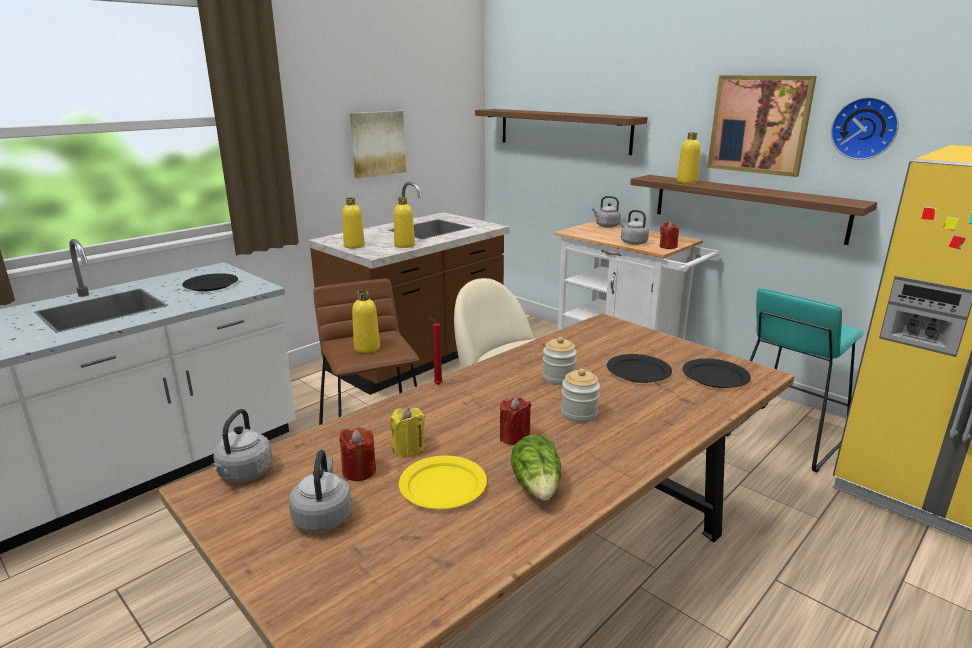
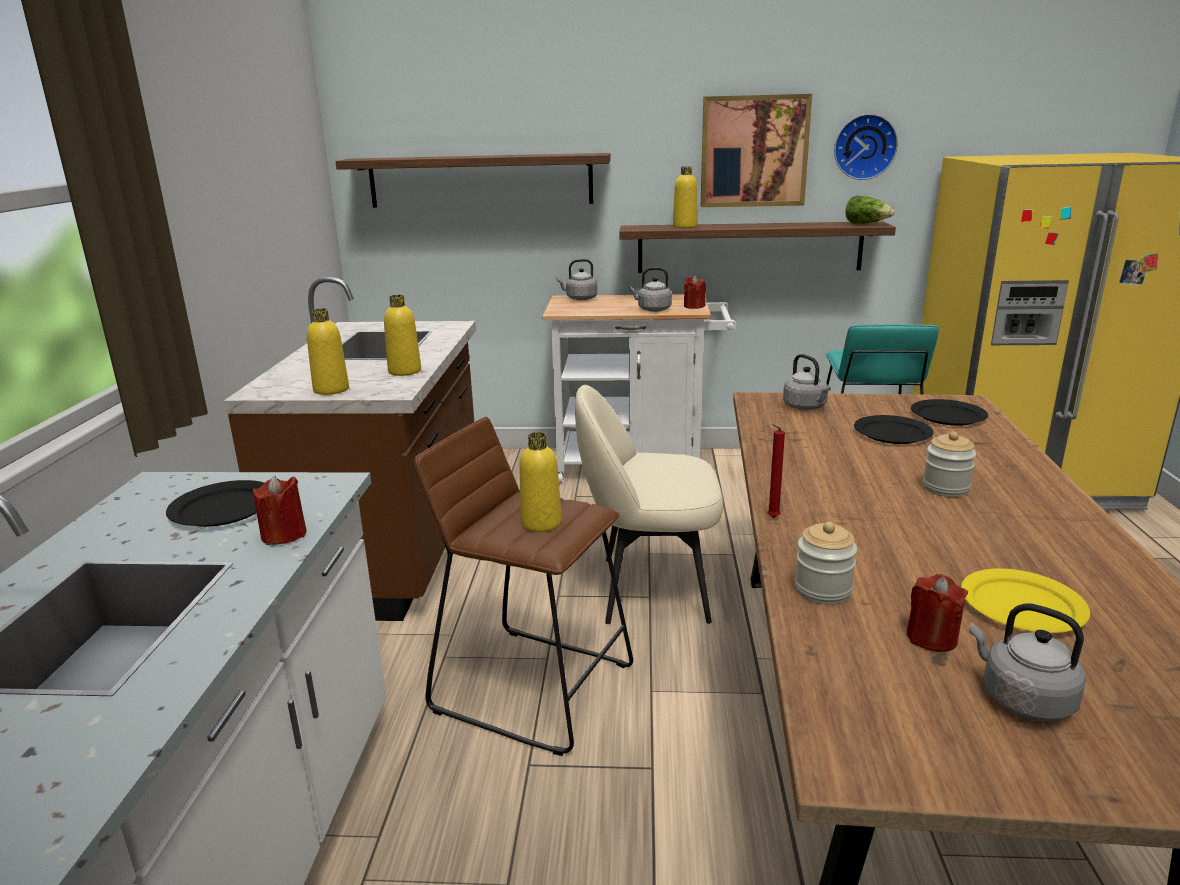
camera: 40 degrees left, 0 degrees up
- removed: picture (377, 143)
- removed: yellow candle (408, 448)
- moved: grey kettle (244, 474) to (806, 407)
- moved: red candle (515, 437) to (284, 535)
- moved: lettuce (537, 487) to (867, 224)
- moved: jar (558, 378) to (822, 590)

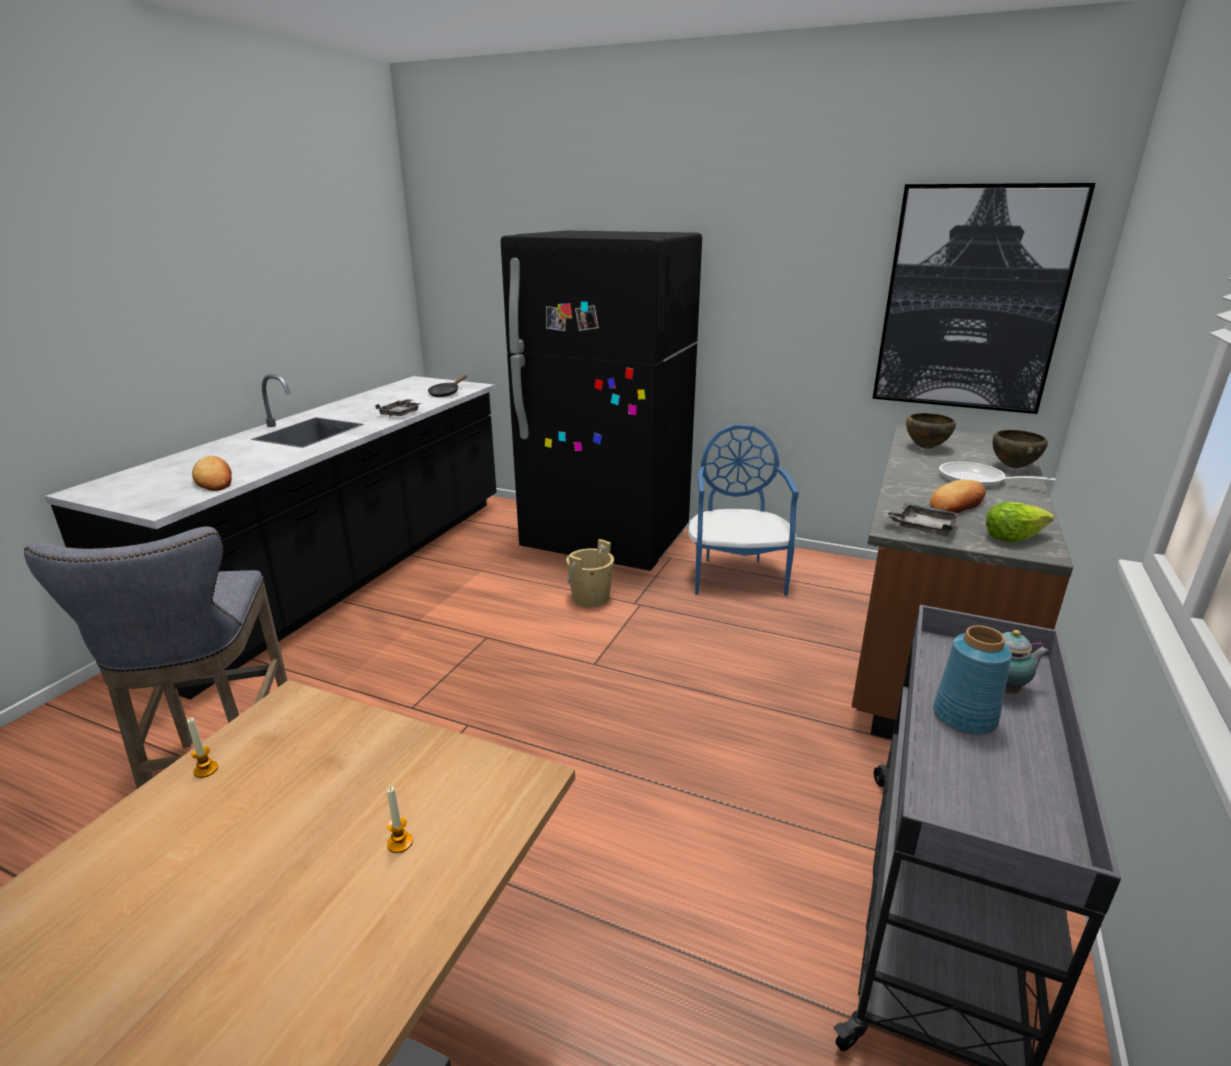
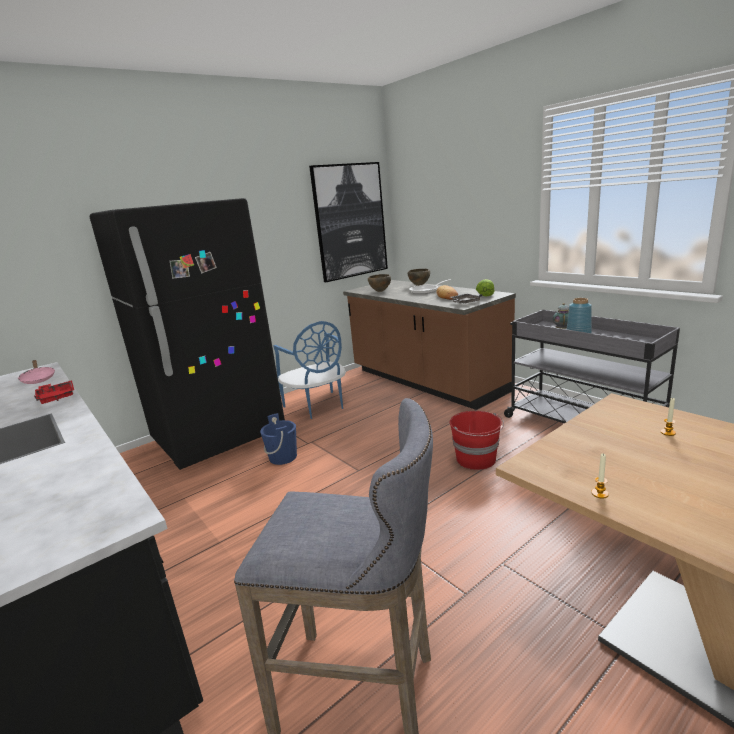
camera: 60 degrees left, 5 degrees down
- removed: bread (215, 479)
- added: red bucket (476, 459)
- recoloured: grey tray (401, 413) to red tray (56, 397)
- recoloured: black frying pan (446, 393) to pink frying pan (38, 379)
- recoloured: beige bucket (590, 598) to blue bucket (283, 457)
- turned: blue chair (736, 576) = (317, 406) 150 degrees counterclockwise

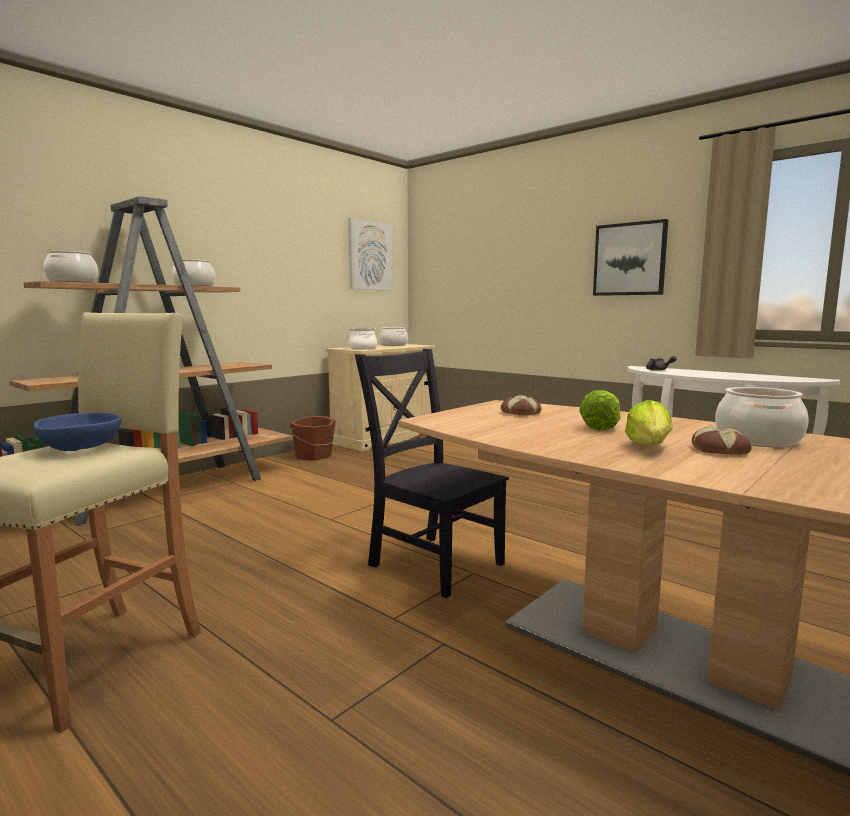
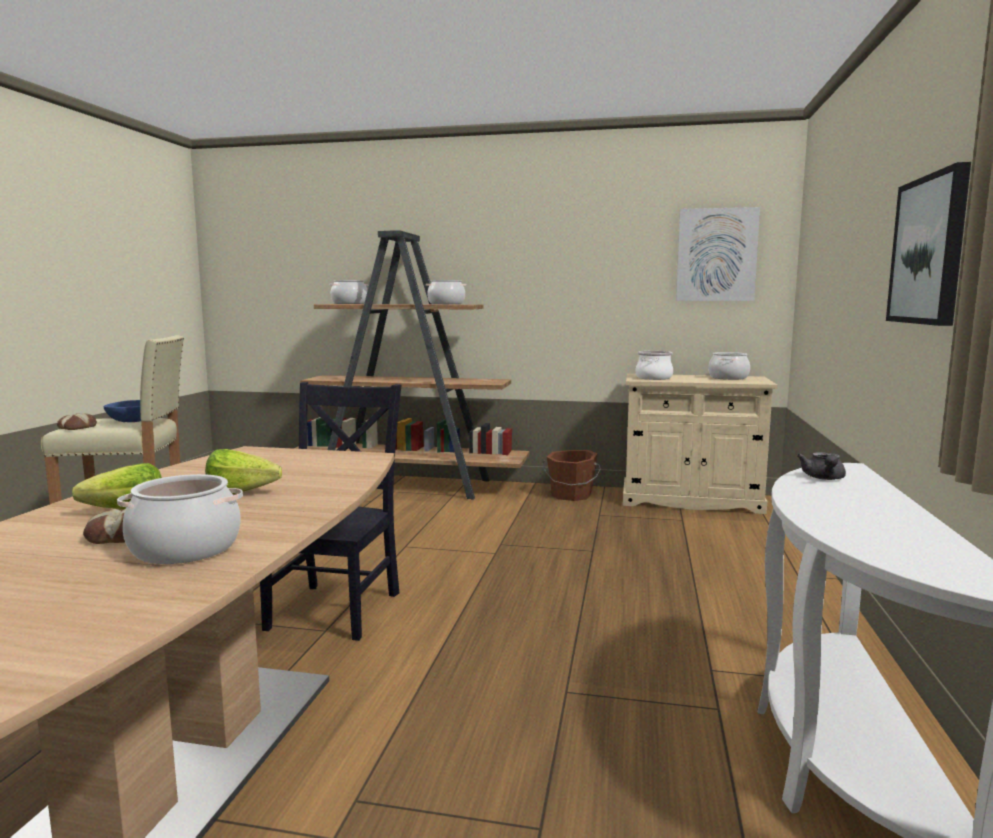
camera: 60 degrees right, 0 degrees up
- moved: bread (520, 413) to (77, 427)

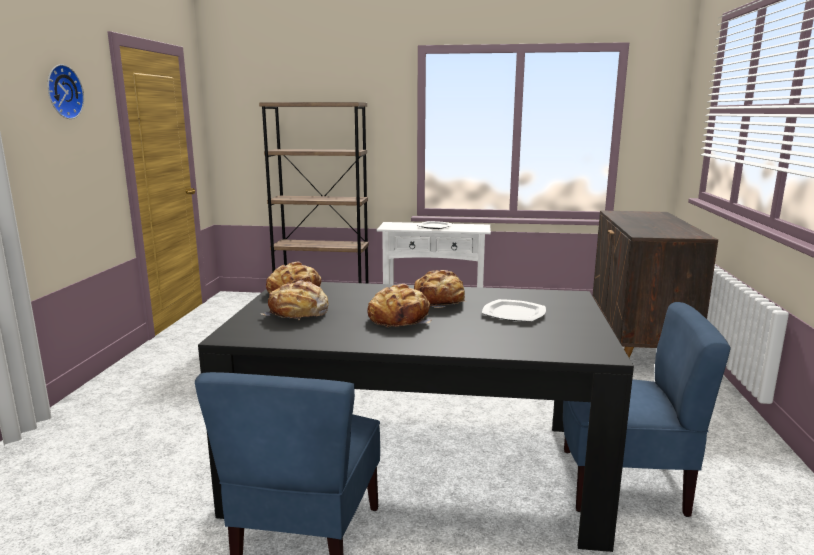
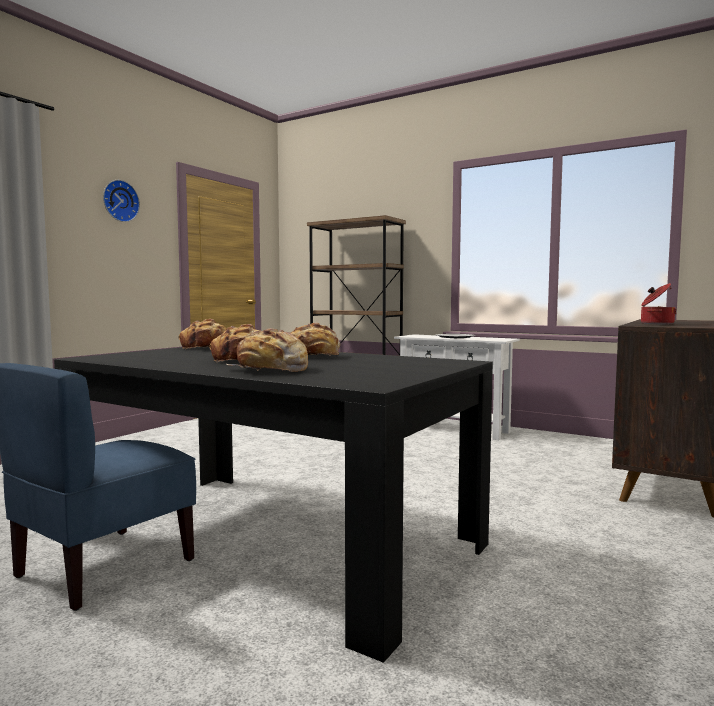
camera: 25 degrees right, 10 degrees down
- removed: plate (514, 313)
- removed: blue chair (622, 483)
- added: cooking pot (656, 323)
- moved: bread (298, 313) to (272, 370)

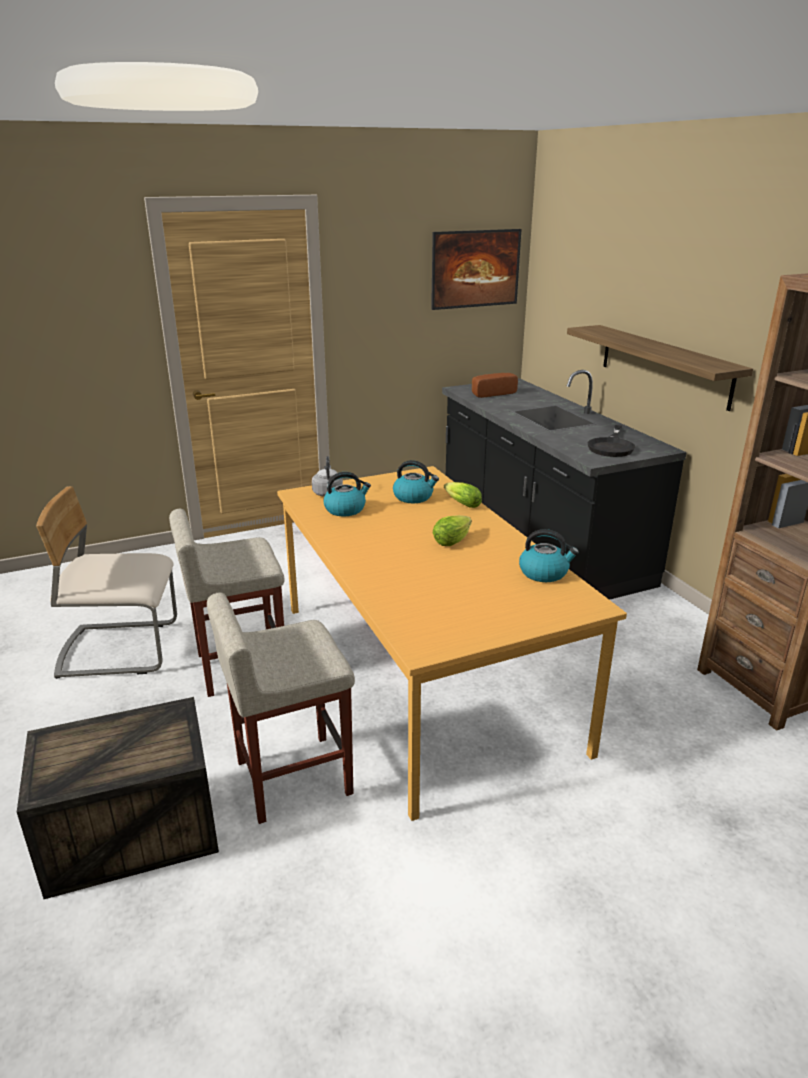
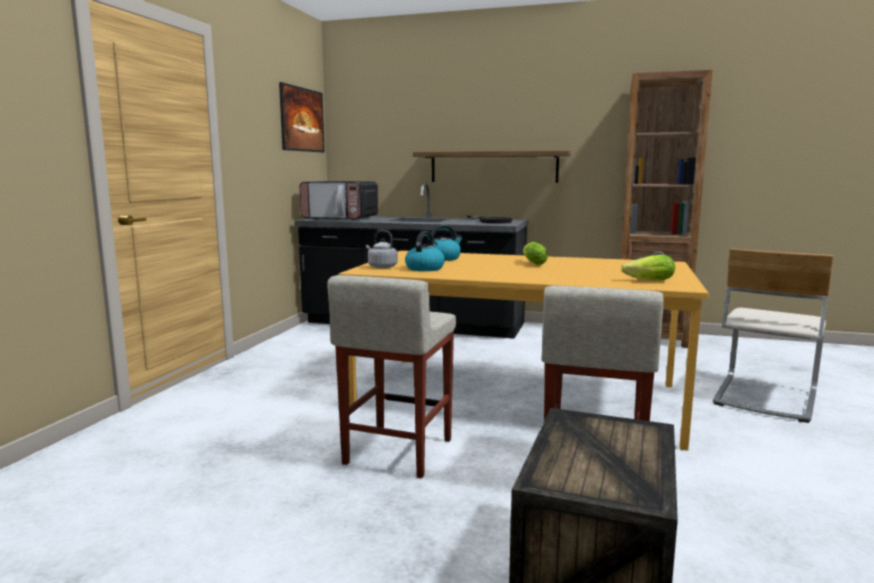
camera: 50 degrees left, 15 degrees down
- removed: kettle (544, 573)
- moved: beige chair (120, 649) to (764, 397)
- moved: lettuce (460, 503) to (646, 281)
- replaced: bread (491, 393) to microwave (341, 218)

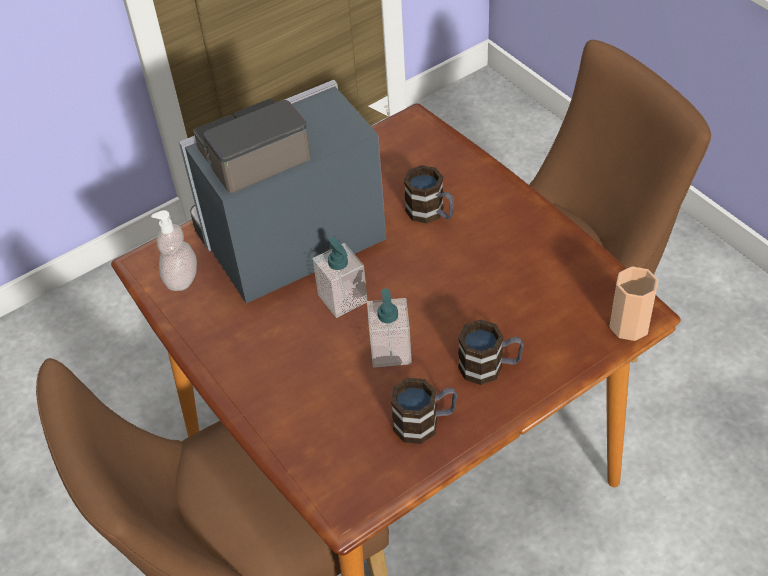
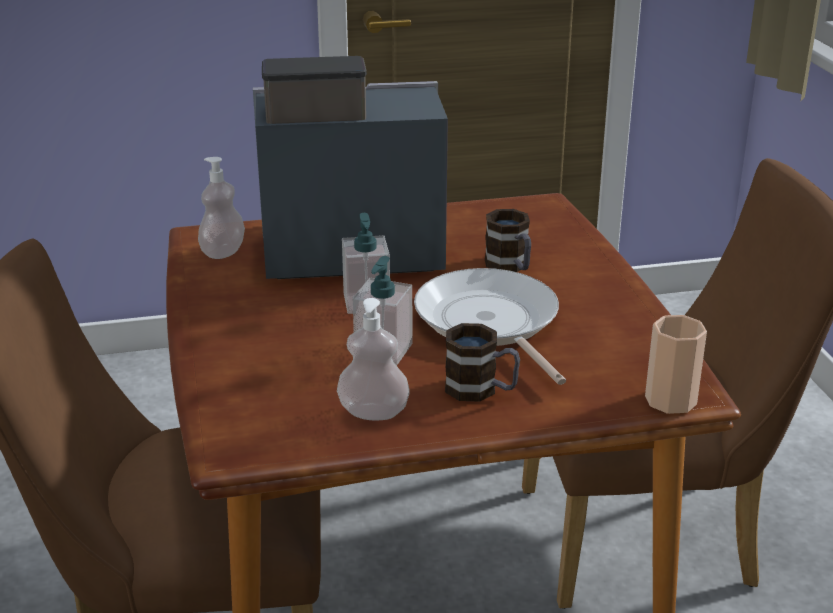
camera: 20 degrees right, 20 degrees down
- added: frying pan (489, 323)
- replaced: mug (425, 422) to soap dispenser (373, 412)

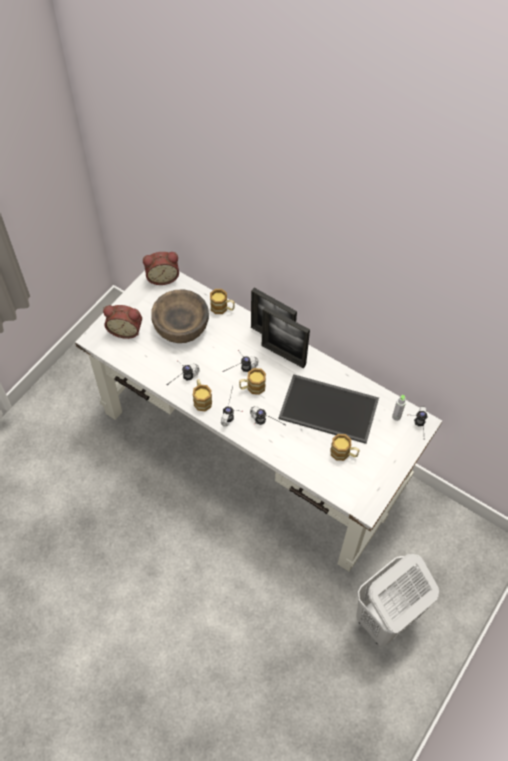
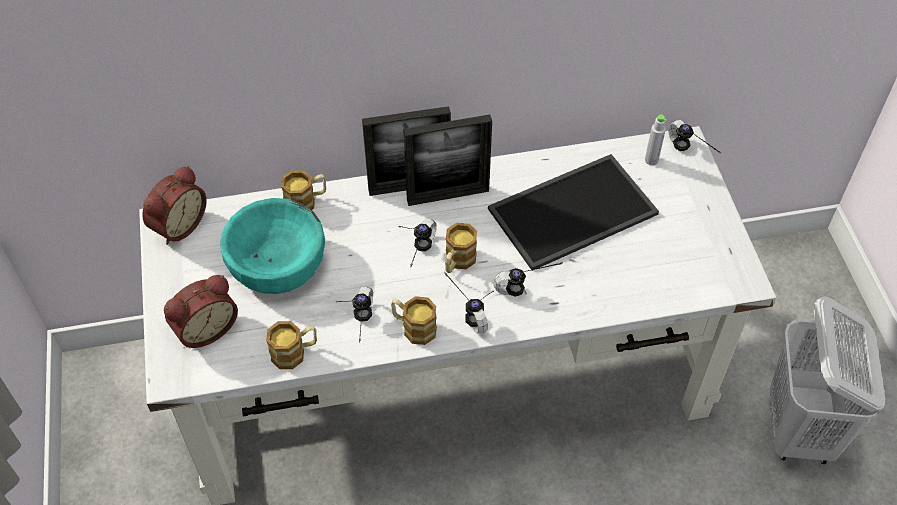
camera: 45 degrees left, 5 degrees down
- moved: mug (343, 453) to (295, 352)
- recoloured: brown bowl (181, 326) to turquoise bowl (277, 263)

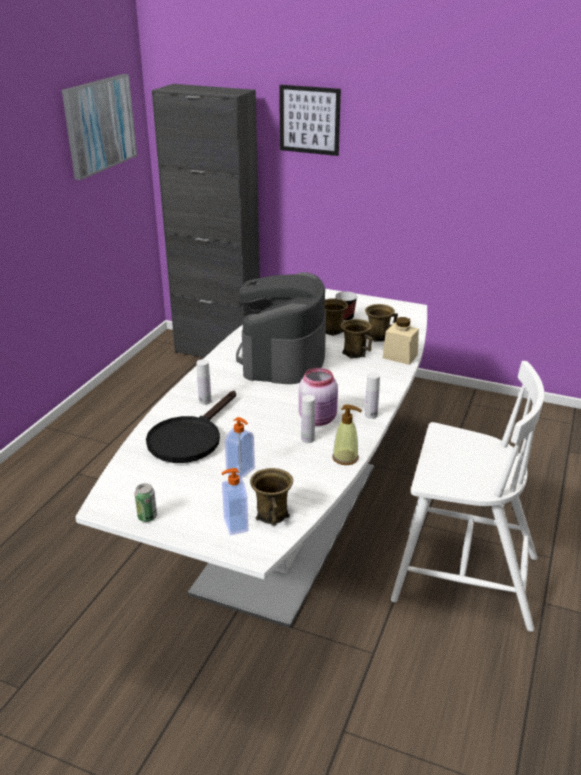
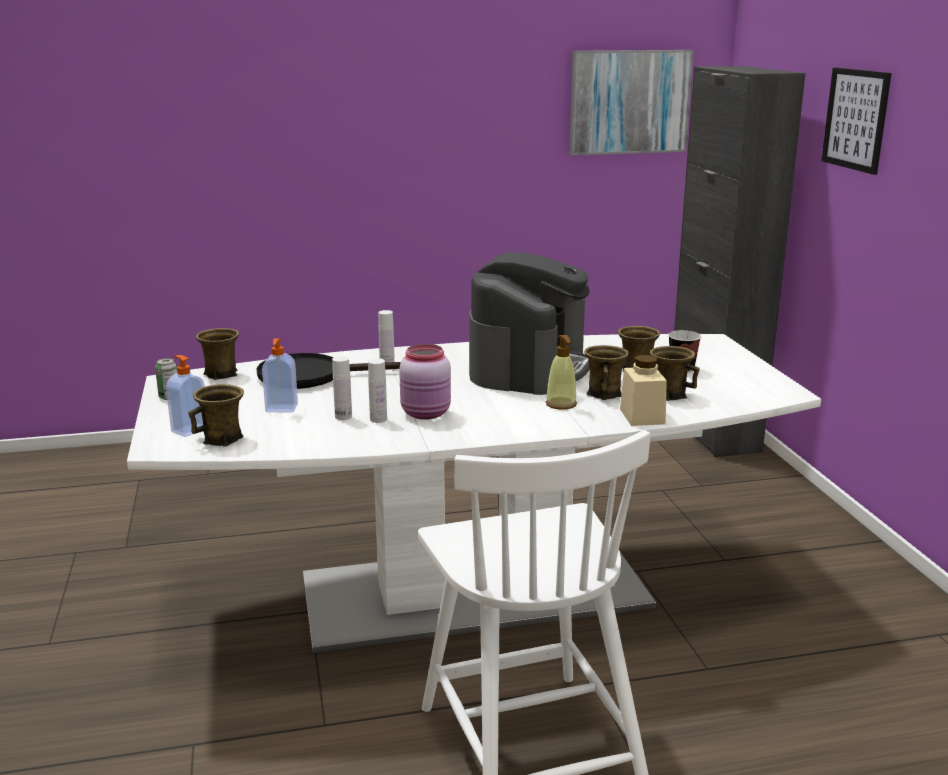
camera: 55 degrees right, 10 degrees down
- added: brown mug (220, 374)
- moved: soap dispenser (345, 458) to (561, 404)
- moved: white bottle (371, 415) to (343, 416)
- turned: coffee machine (282, 358) = (529, 368) 135 degrees clockwise

